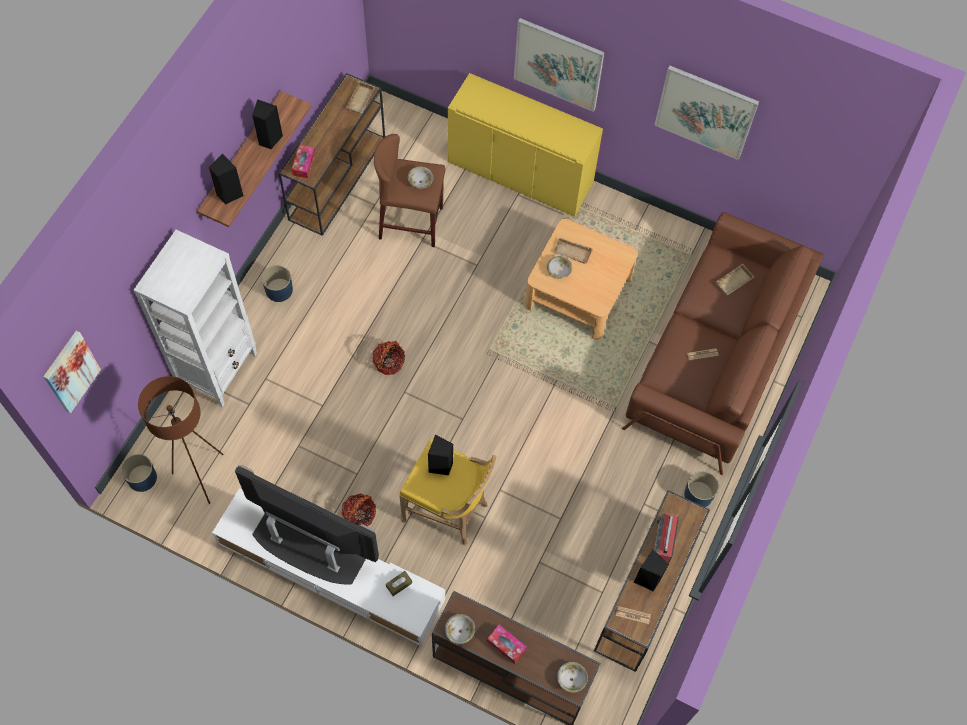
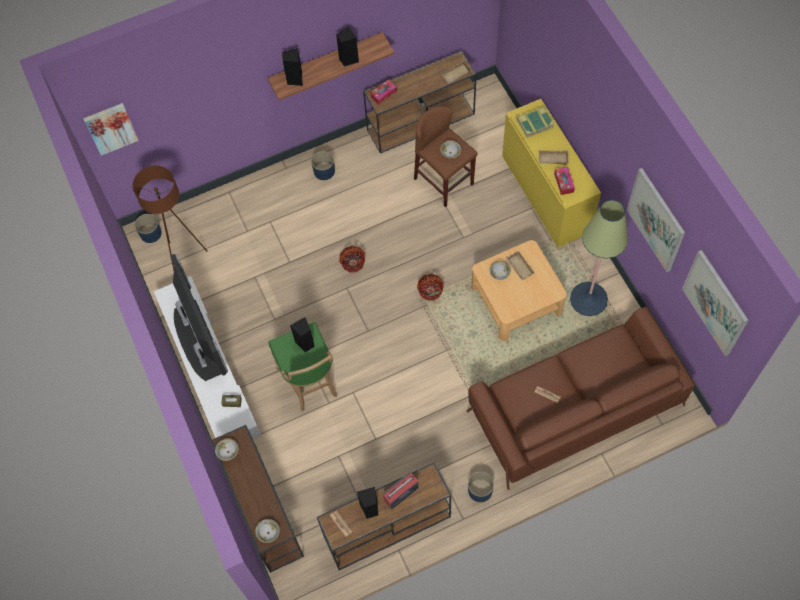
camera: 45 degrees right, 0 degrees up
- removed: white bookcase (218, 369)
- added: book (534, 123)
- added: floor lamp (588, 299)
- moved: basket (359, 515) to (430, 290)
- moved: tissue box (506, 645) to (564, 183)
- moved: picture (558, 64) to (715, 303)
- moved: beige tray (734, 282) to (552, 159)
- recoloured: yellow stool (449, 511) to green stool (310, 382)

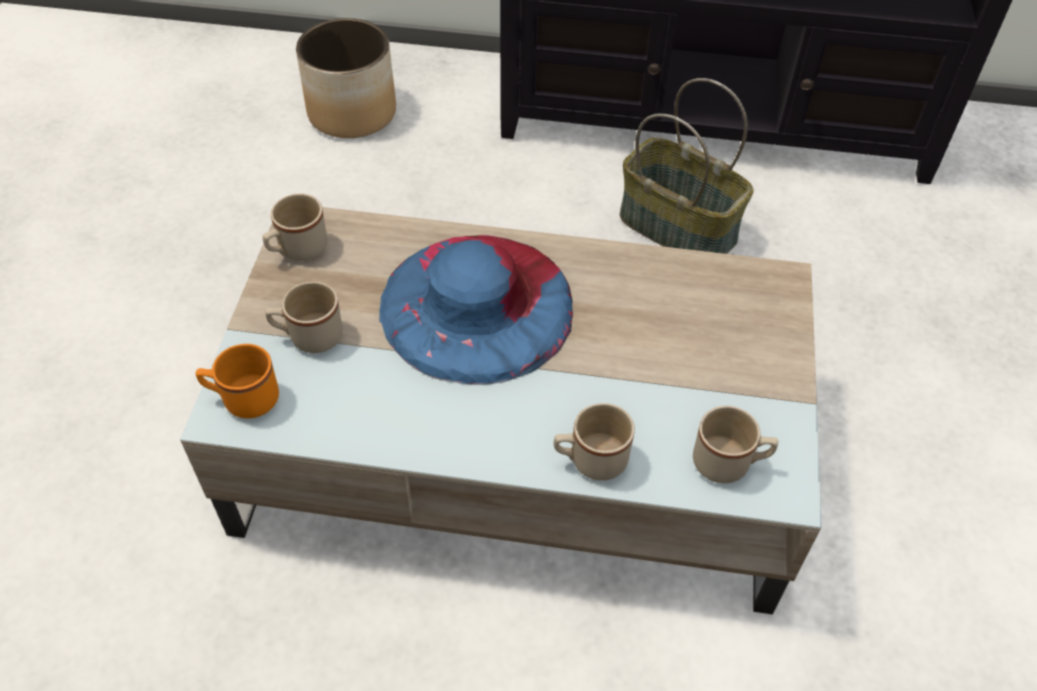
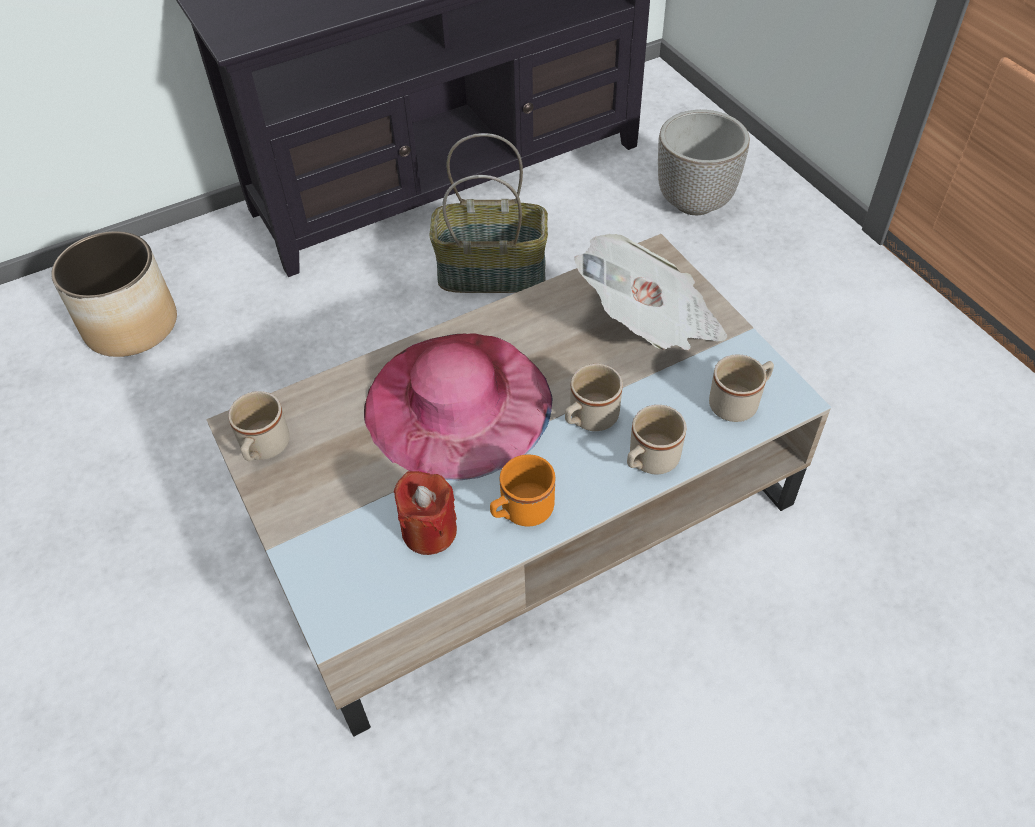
camera: 35 degrees left, 0 degrees up
- added: red candle (429, 531)
- added: newspaper (650, 323)
- added: planter (695, 201)
- moved: orange mug (243, 399) to (521, 511)
- moved: beige mug (308, 336) to (588, 419)
- recoloured: blue hat (477, 305) to pink hat (457, 403)

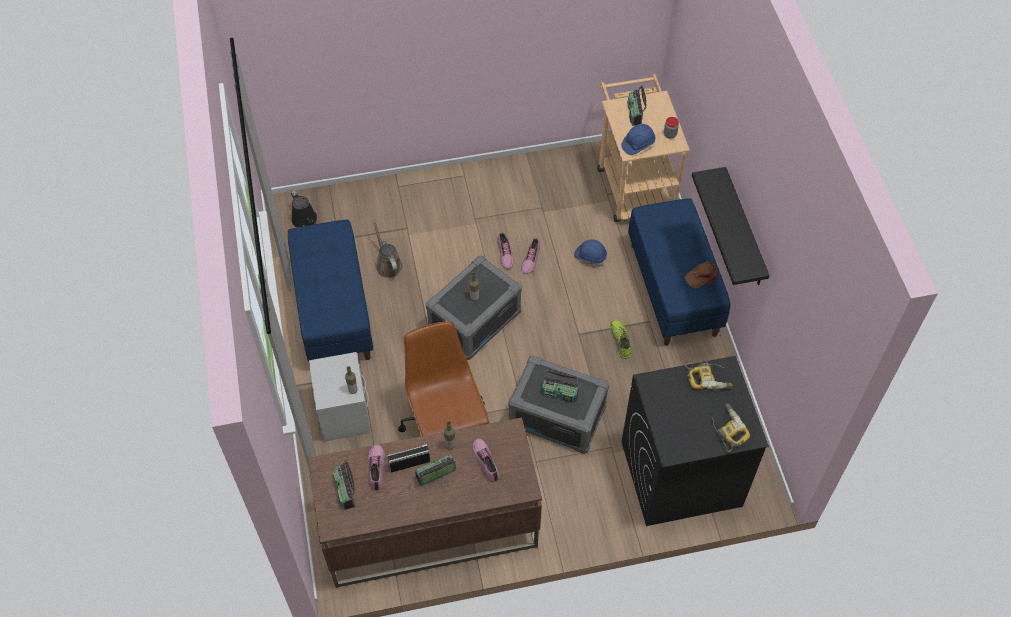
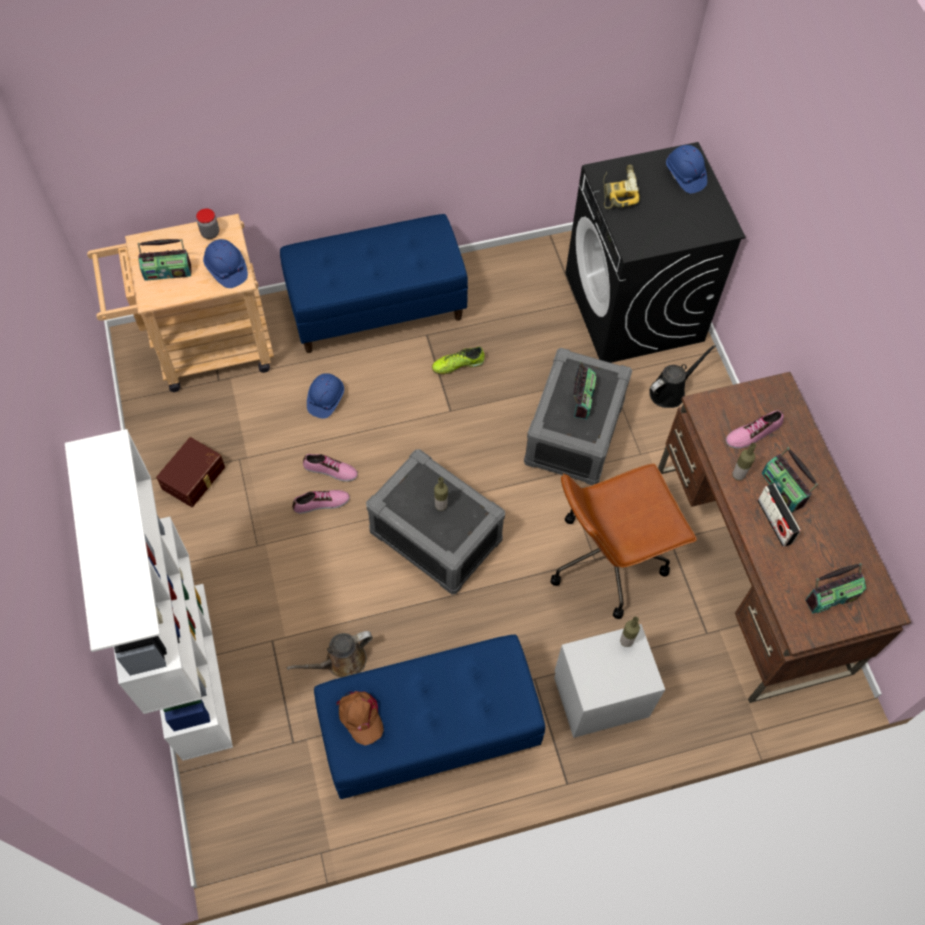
camera: 95 degrees left, 5 degrees up
- removed: shoe (377, 469)
- removed: black shelf (744, 230)
- added: white bookcase (192, 668)
- added: brown storage box (195, 478)
- moved: black watering can (305, 221) to (670, 391)
- moved: brown cap (702, 276) to (360, 717)
- replaced: power drill (727, 429) to blue hard hat (685, 175)

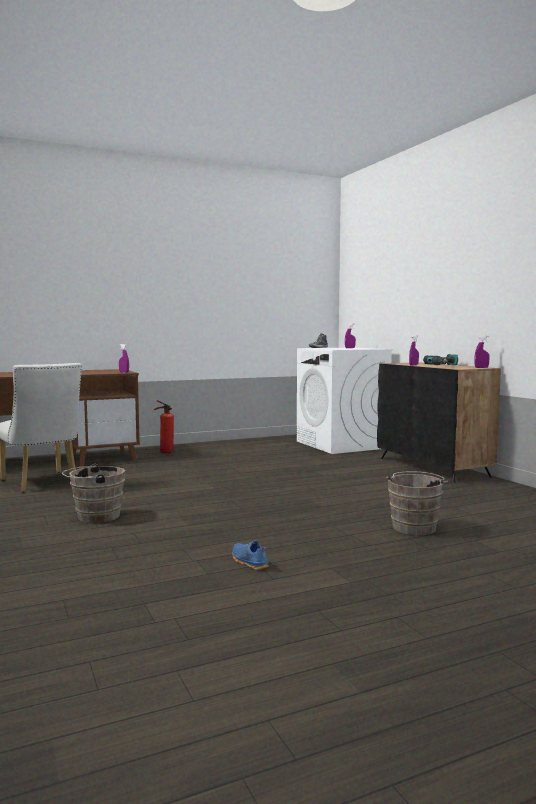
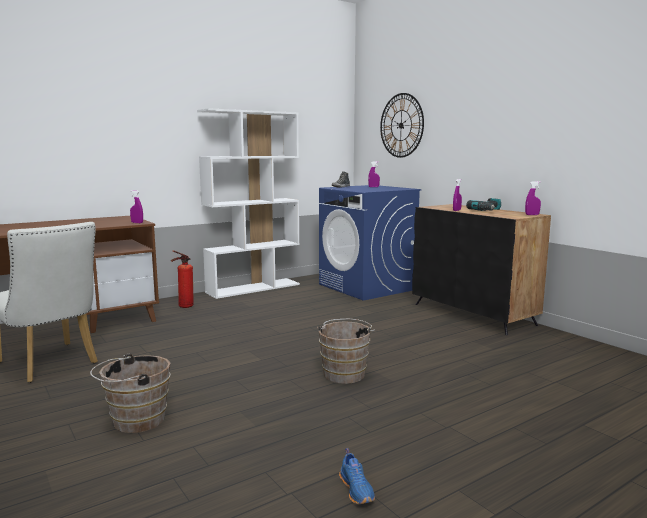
camera: 10 degrees left, 5 degrees up
- added: white bookcase (253, 288)
- added: wall clock (401, 125)
- moved: brown bucket (415, 527) to (345, 373)
- recoloured: white washing machine (342, 445) to blue washing machine (367, 287)
- turned: blue shoe (249, 562) = (357, 490) 150 degrees counterclockwise

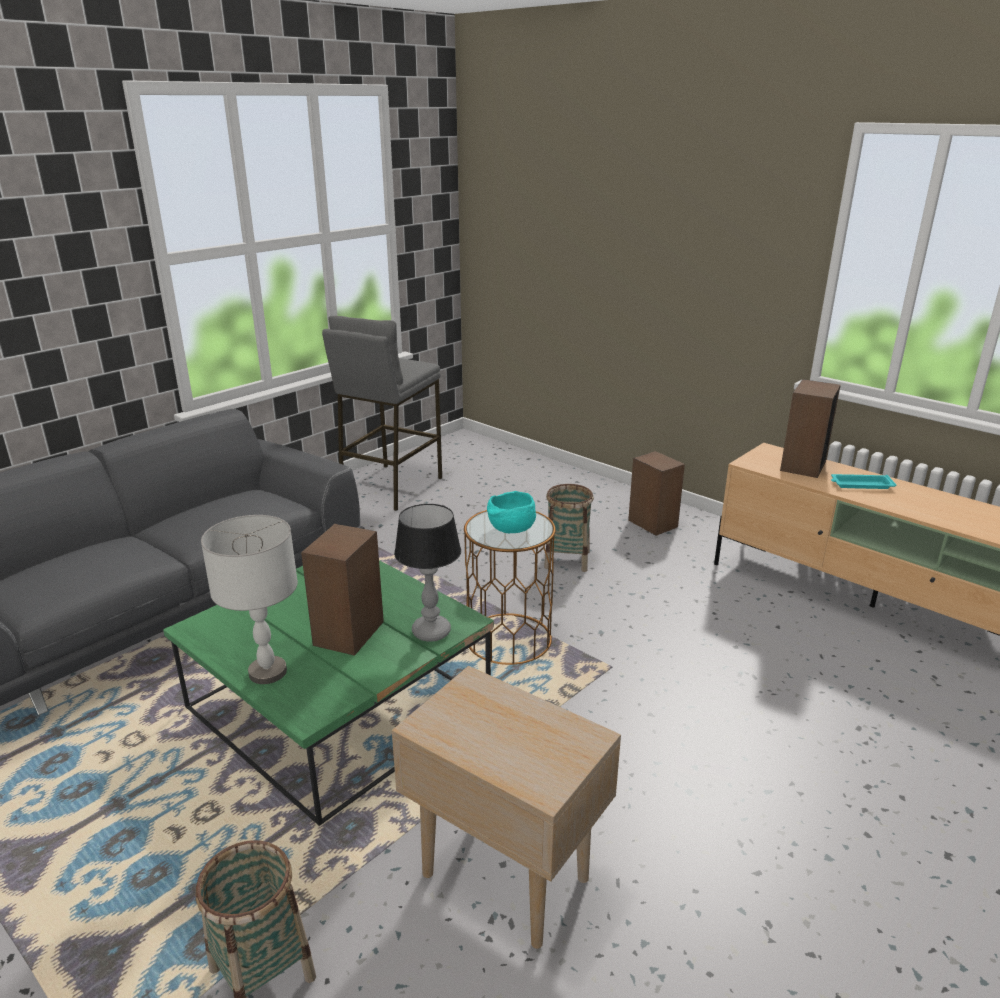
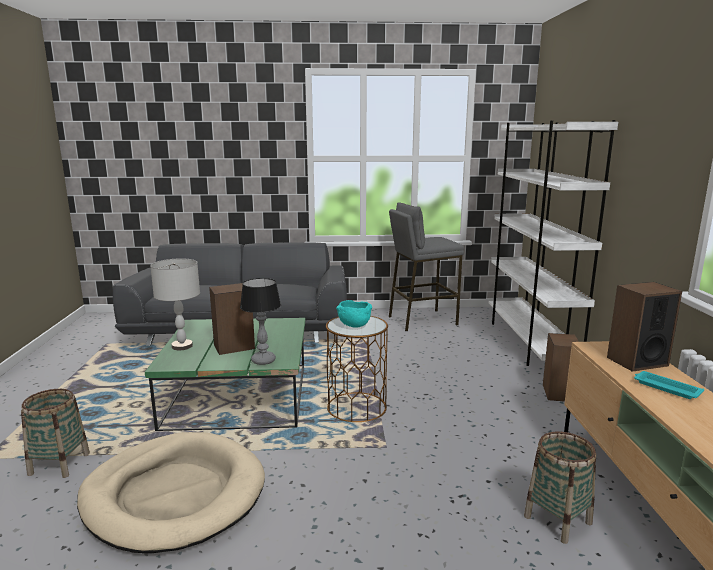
camera: 45 degrees right, 10 degrees down
- added: white bookcase (529, 342)
- moved: basket (567, 560) to (557, 519)
- replaced: beige side table (504, 875) to beige dog bed (174, 495)

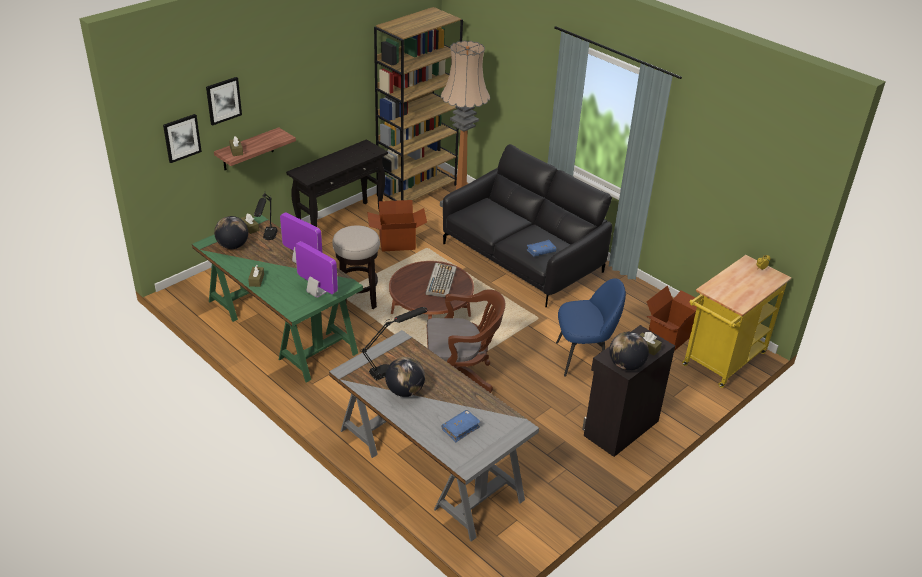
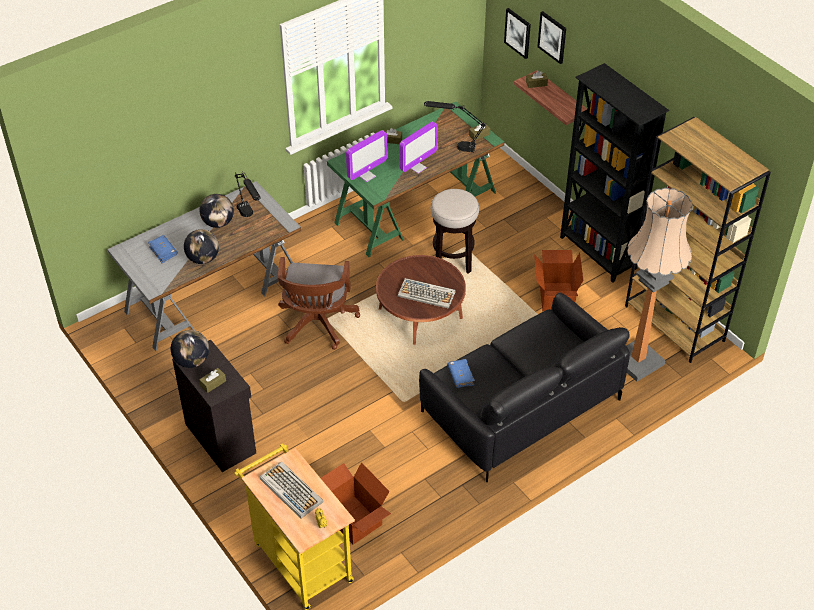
camera: 100 degrees right, 10 degrees up
- removed: blue chair (583, 358)
- added: keyboard (290, 490)
- moved: globe (233, 246) to (203, 258)
- replaced: black console table (341, 222) to black bookcase (598, 253)

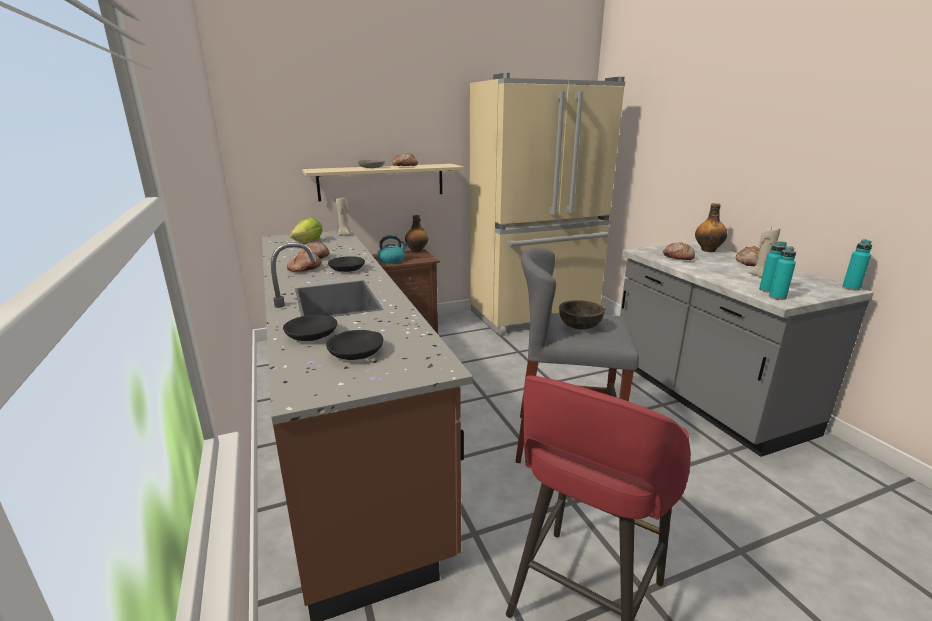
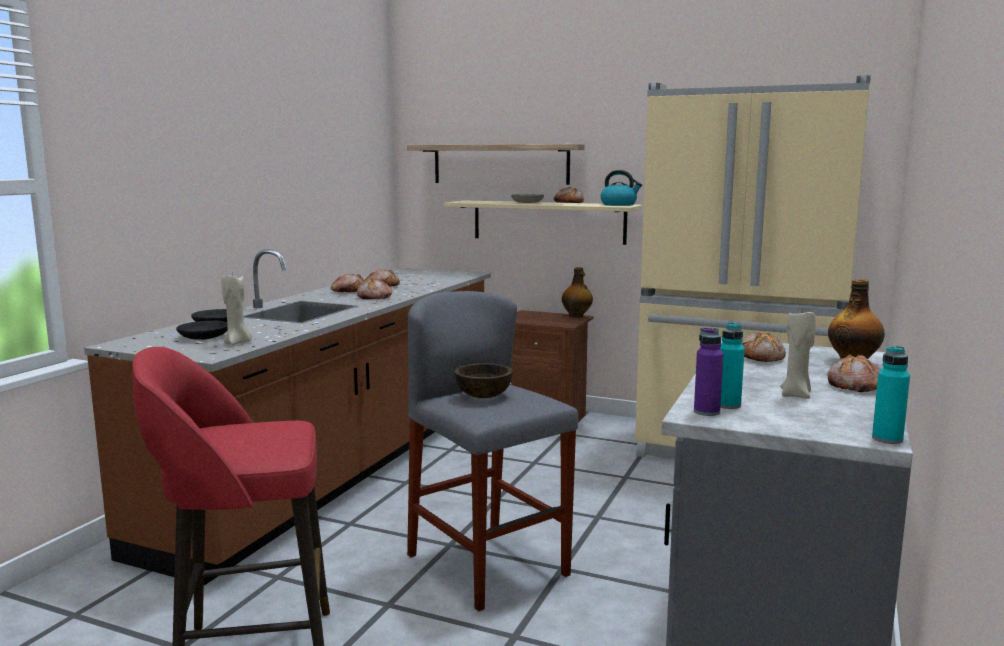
camera: 45 degrees right, 10 degrees down
- removed: lettuce (309, 242)
- added: shelf (500, 164)
- moved: beige candle (344, 235) to (238, 343)
- moved: kettle (392, 260) to (619, 205)
- replaced: black bowl (347, 269) to bread (374, 297)
- recoloured: turquoise bottle (777, 297) to purple bottle (706, 412)

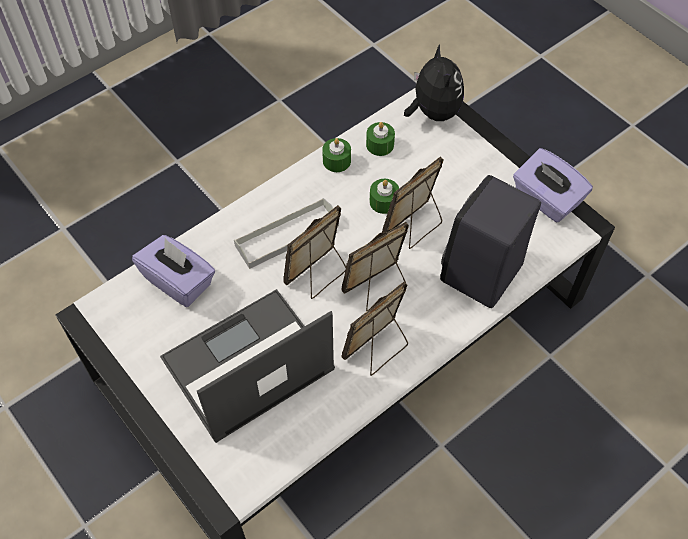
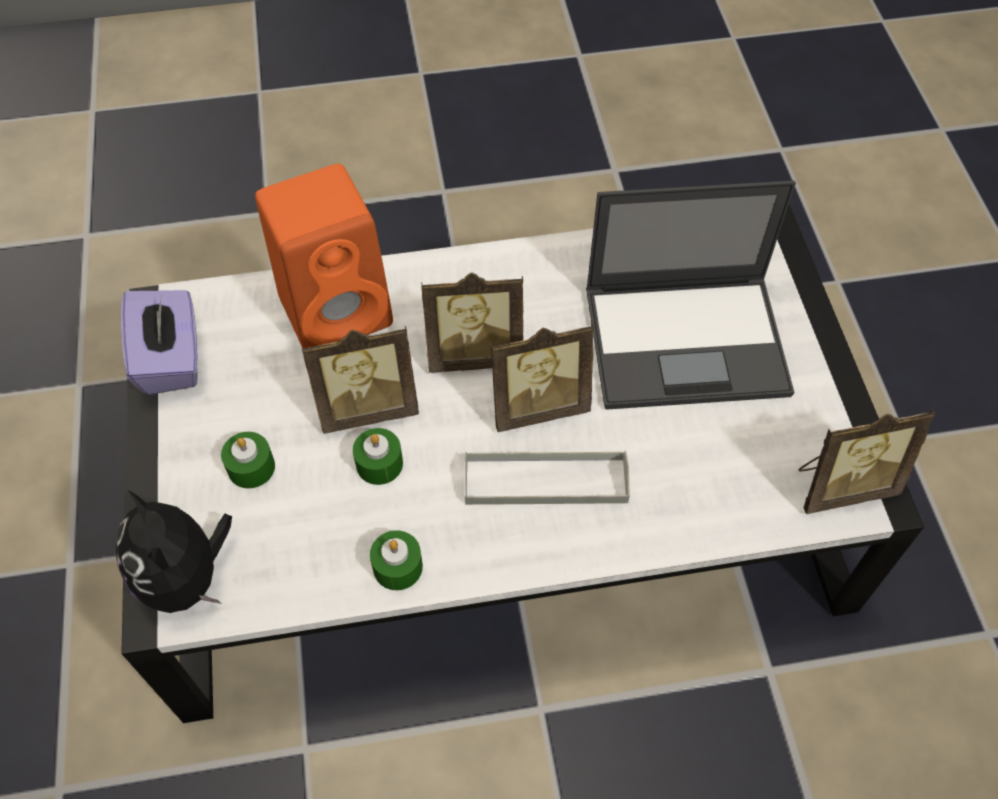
camera: 150 degrees left, 0 degrees up
- removed: purple tissue box (179, 281)
- moved: picture frame (377, 349) to (842, 485)
- moved: green candle (380, 145) to (251, 467)
- recoloured: black speaker (480, 275) to orange speaker (339, 309)
- turned: plush toy (433, 112) = (187, 577) 45 degrees counterclockwise

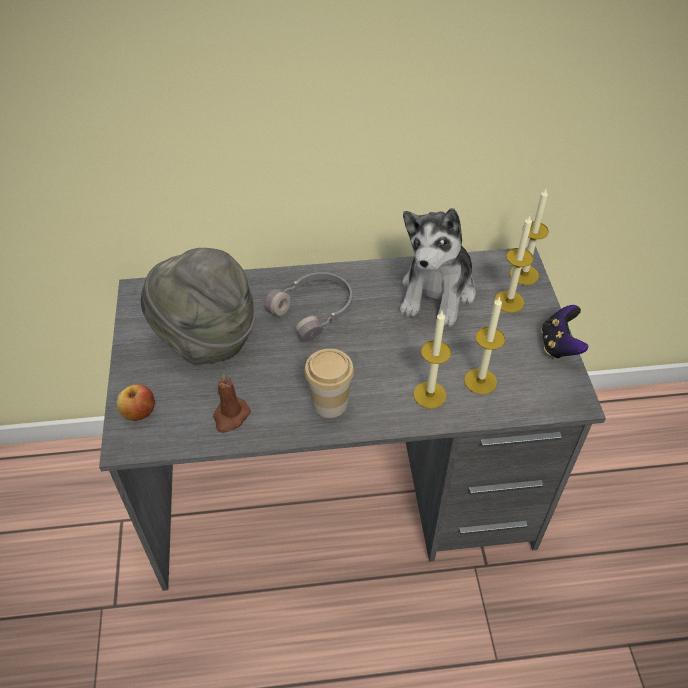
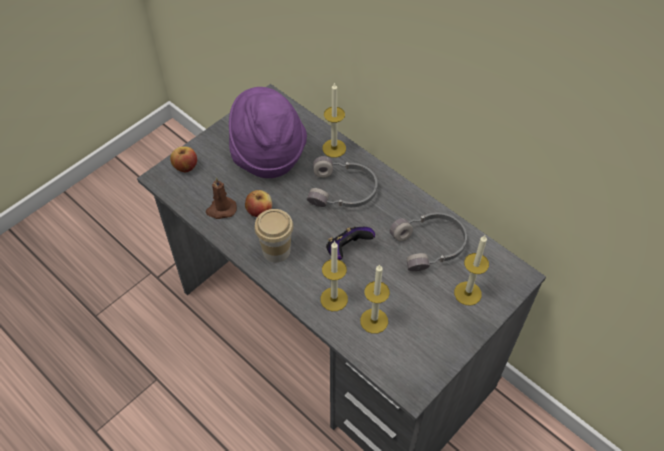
camera: 50 degrees right, 5 degrees up
- added: apple (259, 211)
- moved: candle (524, 274) to (334, 148)
- moved: game controller (559, 345) to (347, 250)
- replaced: plush toy (437, 292) to grey headphones (430, 246)
- recoloured: grey hat (206, 337) to purple hat (267, 155)

